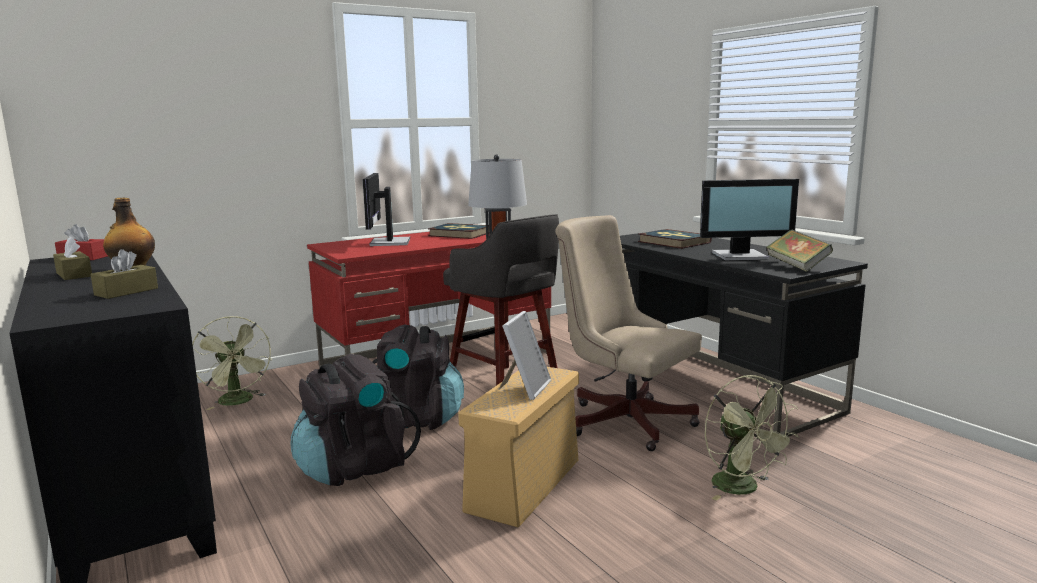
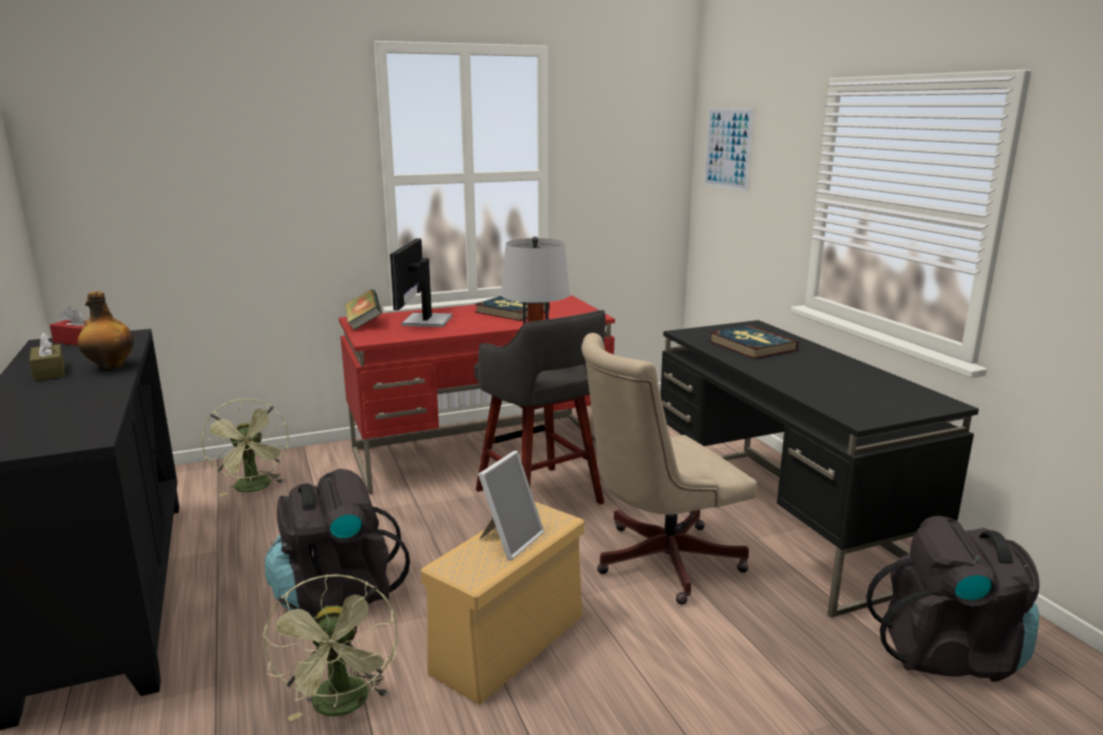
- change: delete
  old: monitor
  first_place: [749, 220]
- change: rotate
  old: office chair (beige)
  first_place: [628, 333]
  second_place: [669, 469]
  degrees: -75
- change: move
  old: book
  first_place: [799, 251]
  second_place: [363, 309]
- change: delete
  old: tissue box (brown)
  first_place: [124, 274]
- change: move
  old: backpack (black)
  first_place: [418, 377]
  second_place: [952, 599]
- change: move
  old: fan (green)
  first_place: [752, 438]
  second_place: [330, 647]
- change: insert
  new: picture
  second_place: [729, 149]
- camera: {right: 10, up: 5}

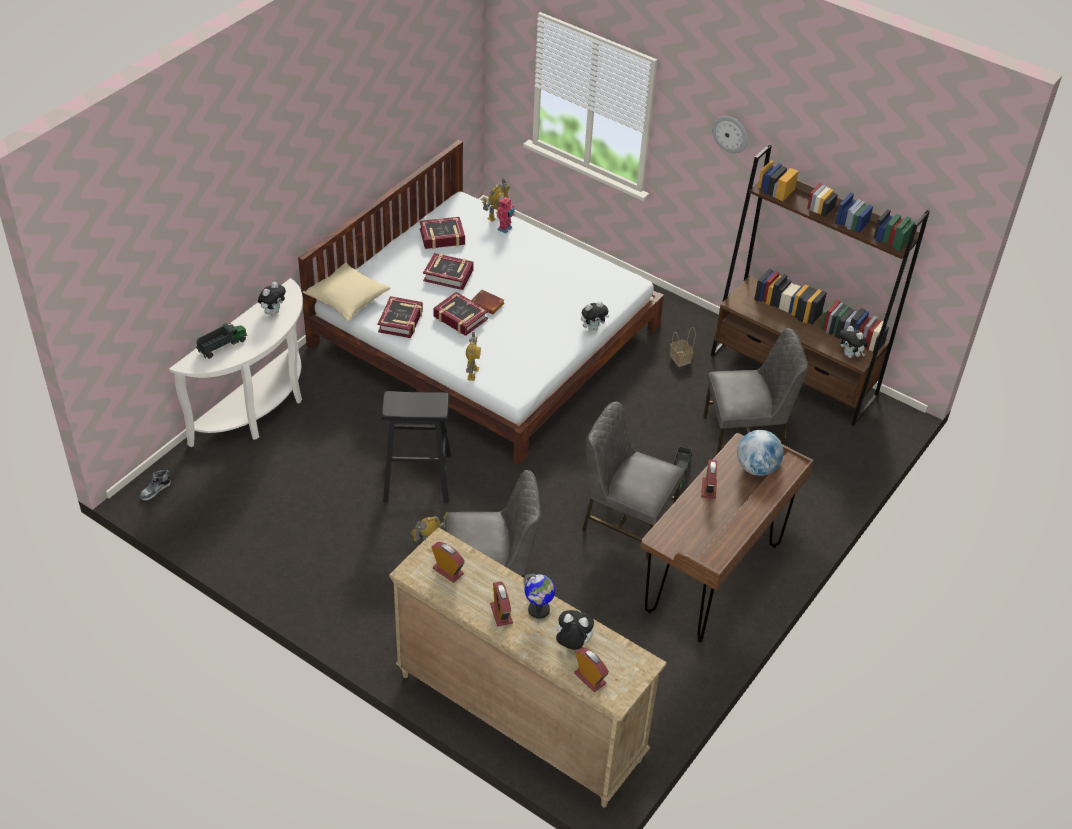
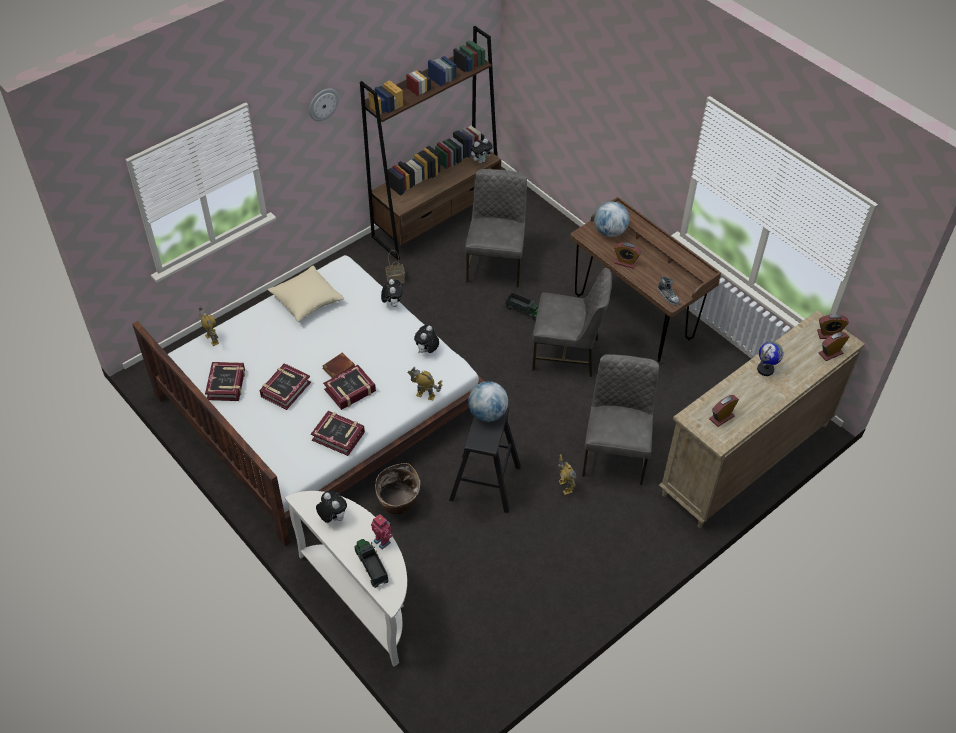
- change: move
  old: toy robot
  first_place: [506, 215]
  second_place: [382, 531]
- change: move
  old: pillow (beige)
  first_place: [346, 292]
  second_place: [306, 294]
- change: rotate
  old: chair (grey)
  first_place: [633, 481]
  second_place: [572, 322]
  degrees: -120
- change: move
  old: shoe
  first_place: [155, 485]
  second_place: [668, 291]
- change: move
  old: alarm clock
  first_place: [501, 603]
  second_place: [833, 326]
- change: move
  old: plush toy
  first_place: [573, 630]
  second_place: [426, 339]
- change: insert
  new: globe
  second_place: [488, 401]
- change: insert
  new: basket
  second_place: [397, 489]
- camera: {right: -75, up: 5}

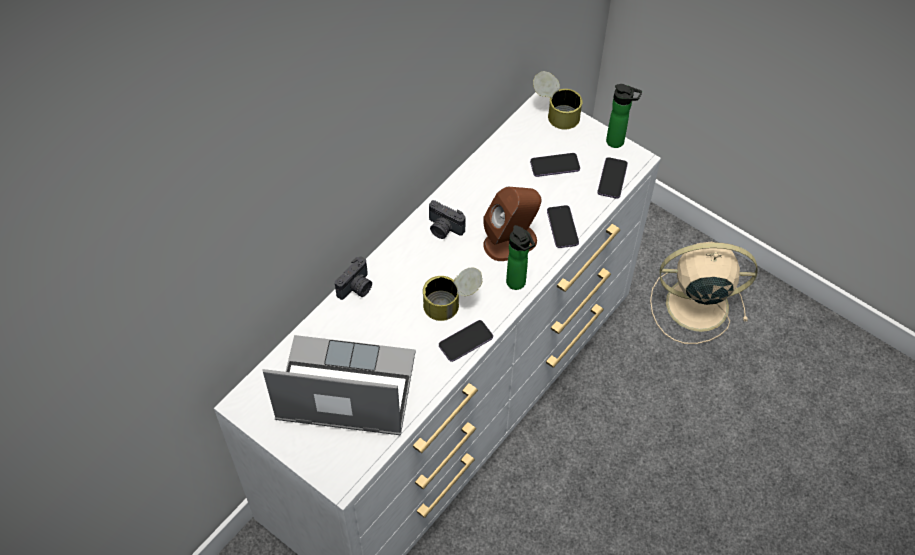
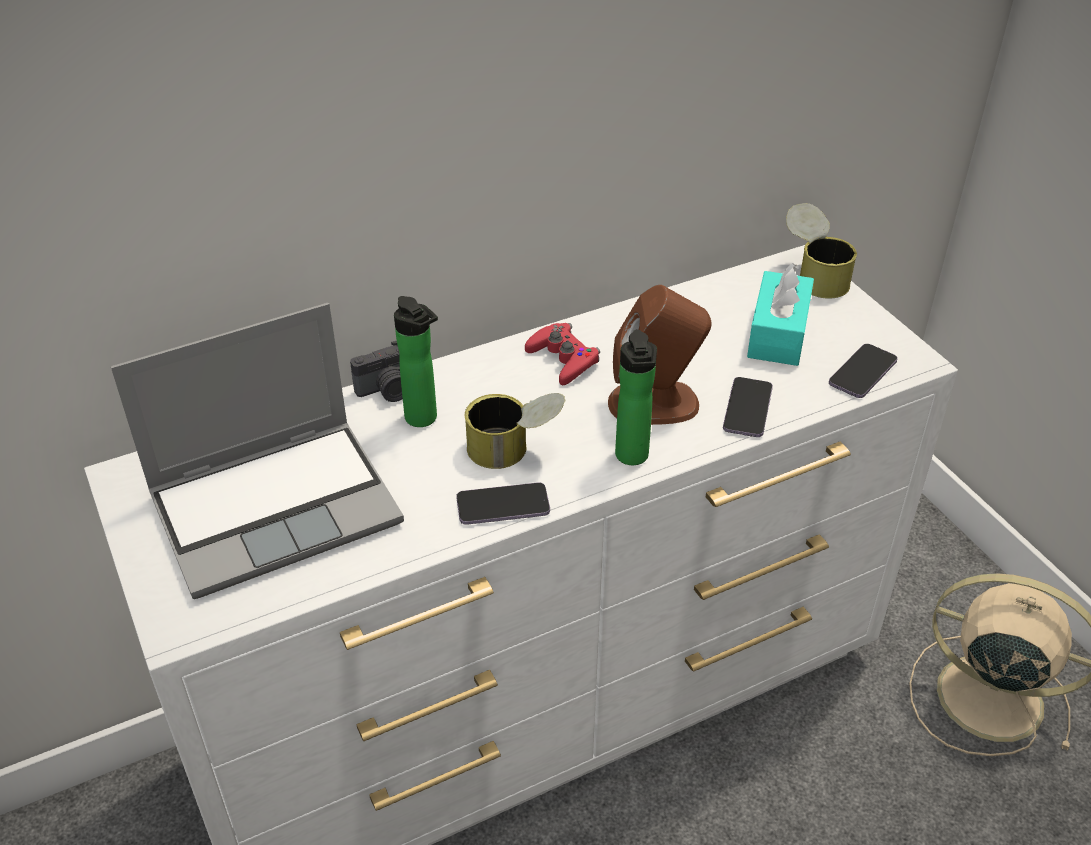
- change: move
  old: bottle
  first_place: [624, 116]
  second_place: [416, 361]
- change: replace
  old: phone
  new: tissue box (turquoise)
  first_place: [555, 165]
  second_place: [780, 314]
- change: replace
  old: photo camera
  new: game controller (red)
  first_place: [447, 219]
  second_place: [562, 354]
- change: rotate
  old: laptop
  first_place: [338, 385]
  second_place: [257, 451]
  degrees: 120
- camera: {right: 25, up: -15}

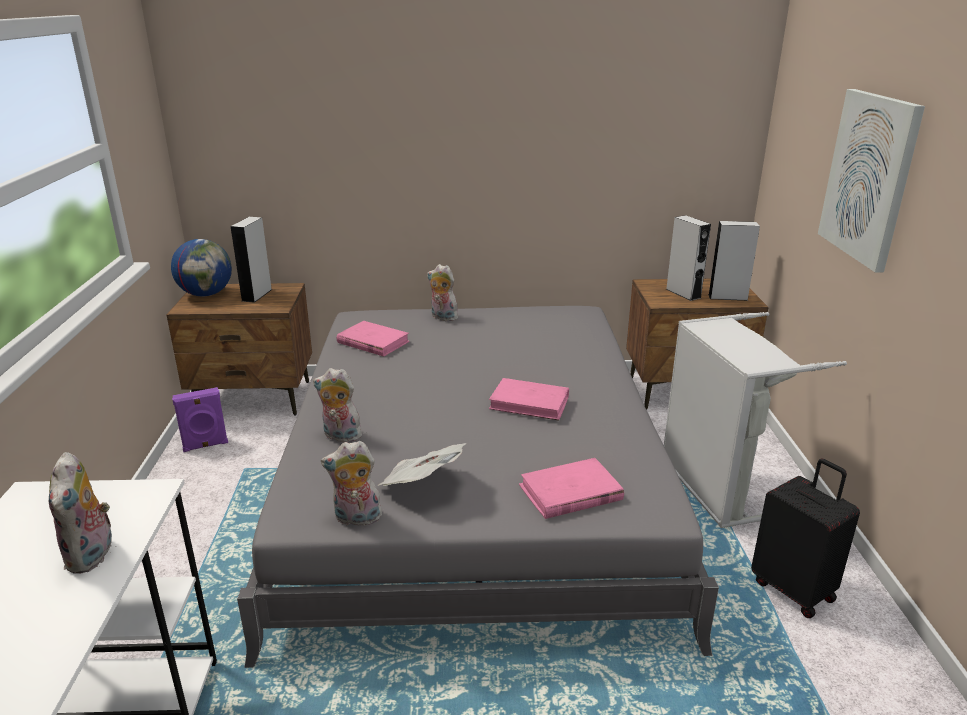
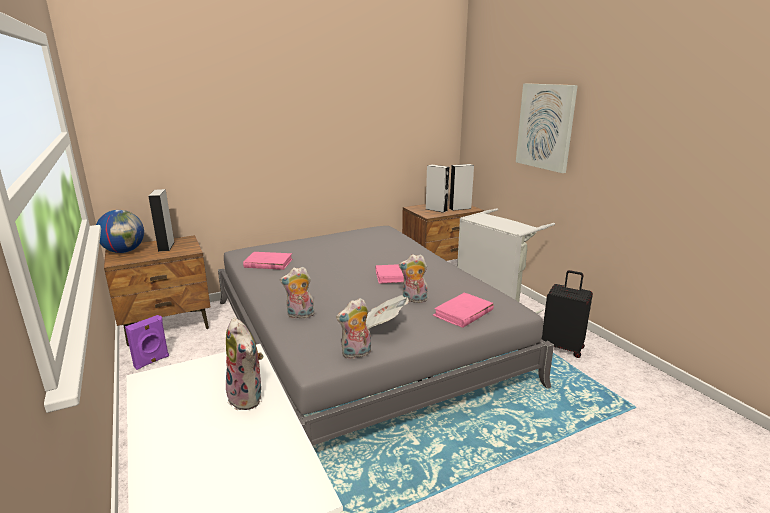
- change: move
  old: plush toy
  first_place: [442, 292]
  second_place: [413, 278]
- camera: {right: -25, up: -5}

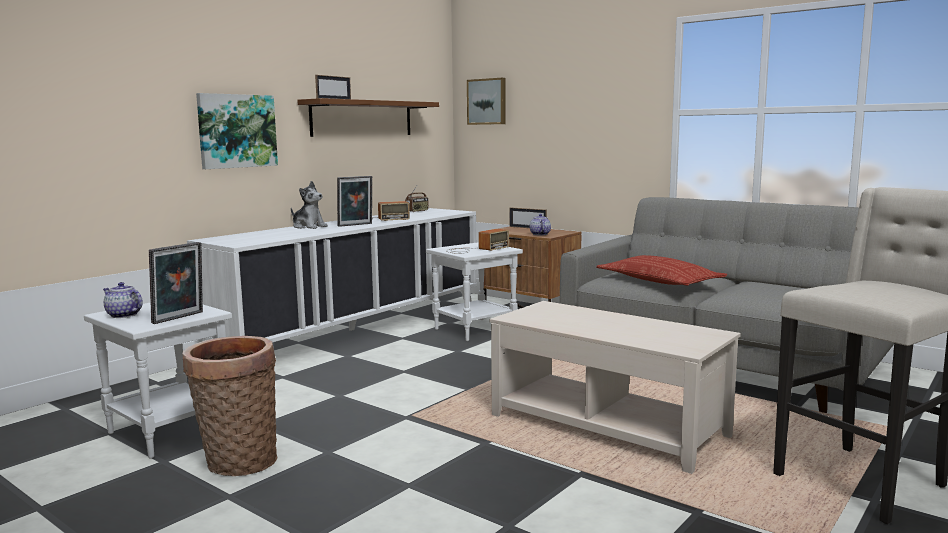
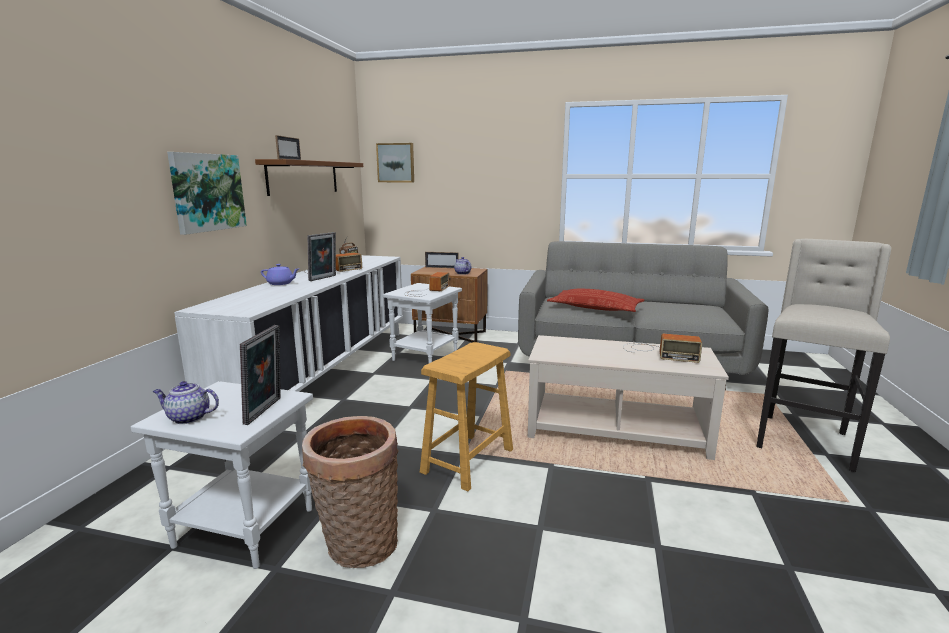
- change: replace
  old: plush toy
  new: teapot (purple)
  first_place: [309, 205]
  second_place: [279, 274]
- change: insert
  new: radio
  second_place: [662, 348]
- change: insert
  new: stool (brown)
  second_place: [466, 416]
- camera: {right: -25, up: 5}

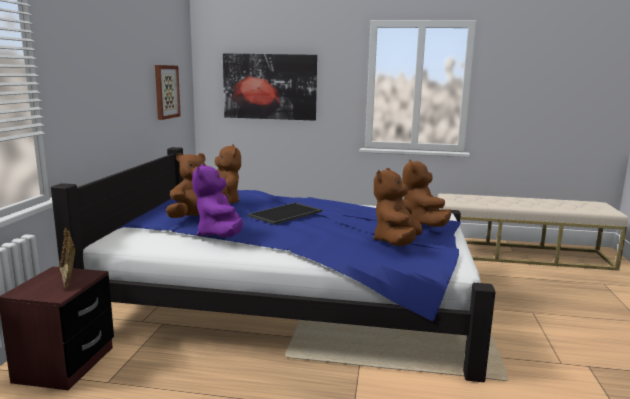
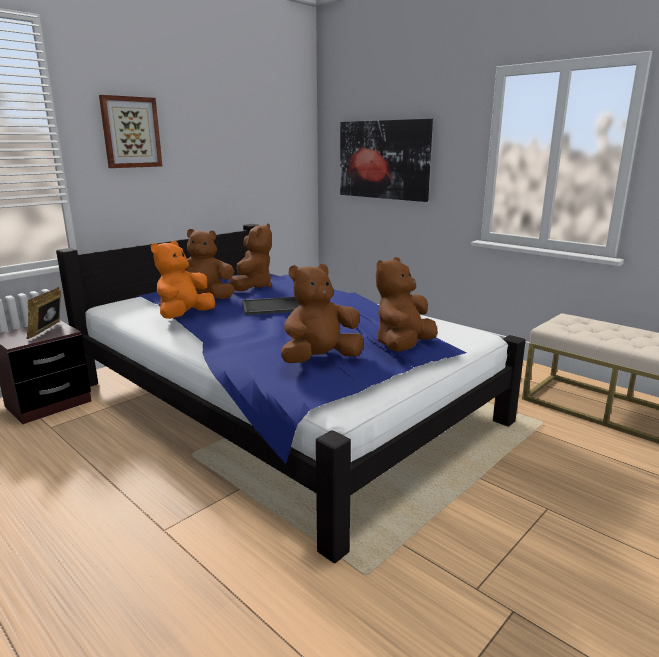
- change: move
  old: picture
  first_place: [168, 92]
  second_place: [130, 131]
- change: recolor
  old: plush toy (purple)
  new: plush toy (orange)
  first_place: [217, 200]
  second_place: [183, 280]
- camera: {right: 35, up: 5}

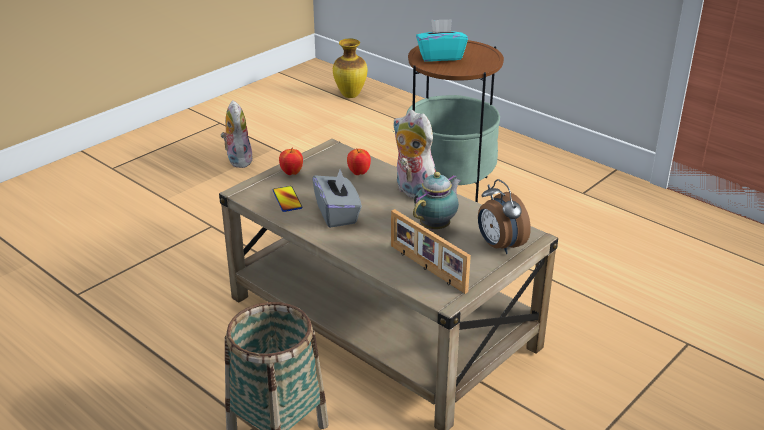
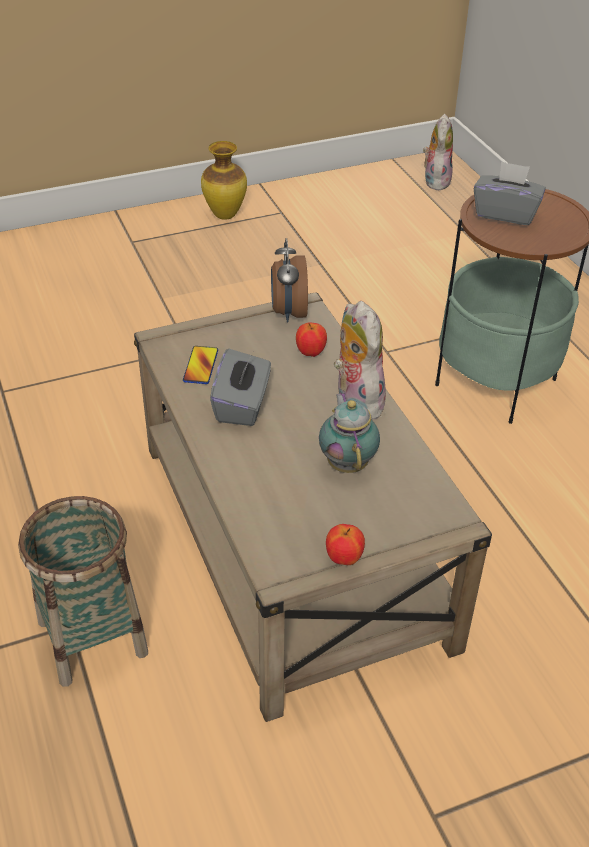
- change: recolor
  old: tissue box (turquoise)
  new: tissue box (grey)
  first_place: [442, 40]
  second_place: [509, 193]
- change: move
  old: vase
  first_place: [350, 68]
  second_place: [224, 180]
- change: move
  old: plush toy
  first_place: [237, 134]
  second_place: [438, 152]
- change: move
  old: apple
  first_place: [291, 161]
  second_place: [345, 544]
- change: rotate
  old: teapot
  first_place: [437, 201]
  second_place: [349, 432]
  degrees: -75
- change: move
  old: alarm clock
  first_place: [504, 216]
  second_place: [289, 280]
- change: delete
  old: picture frame
  first_place: [431, 251]
- camera: {right: 25, up: 10}

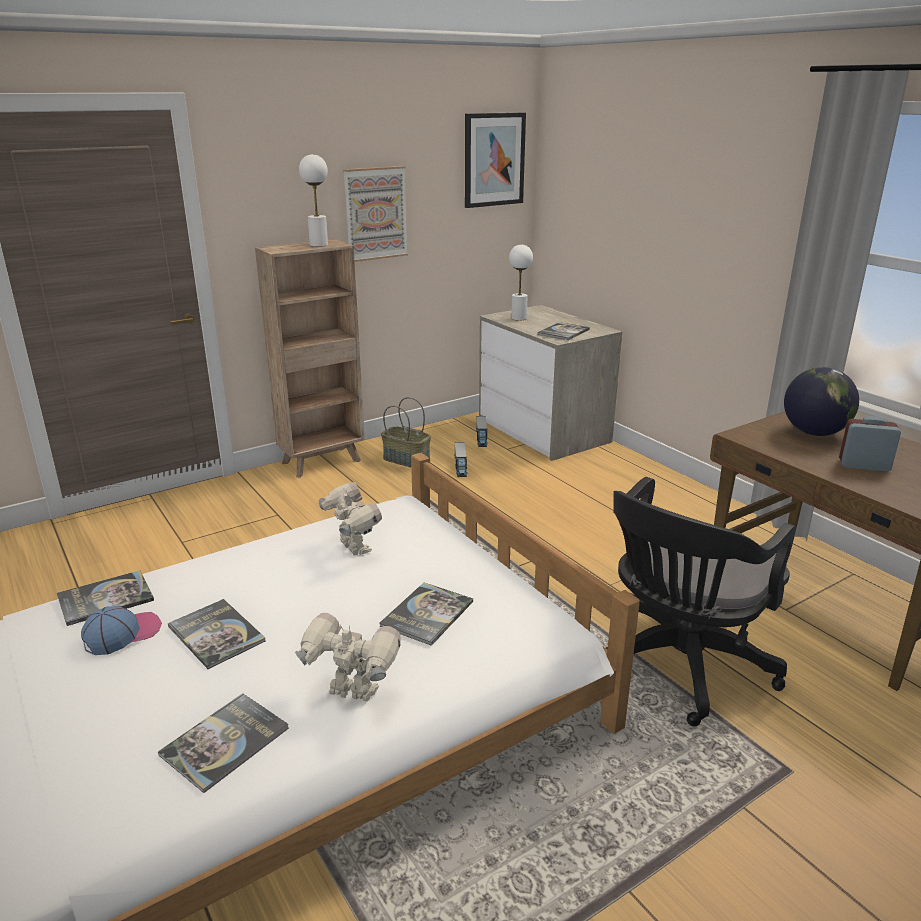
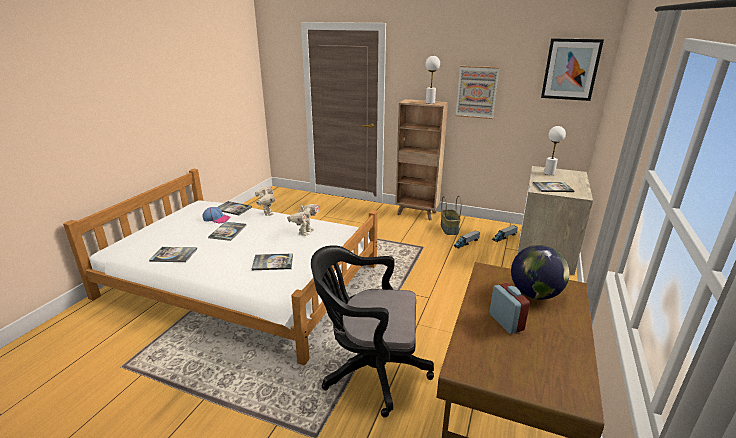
- change: move
  old: toy robot
  first_place: [348, 657]
  second_place: [265, 201]
- camera: {right: 55, up: 0}

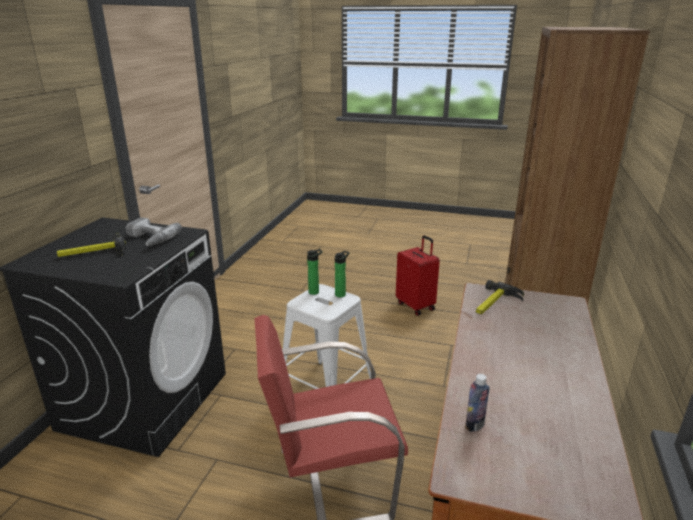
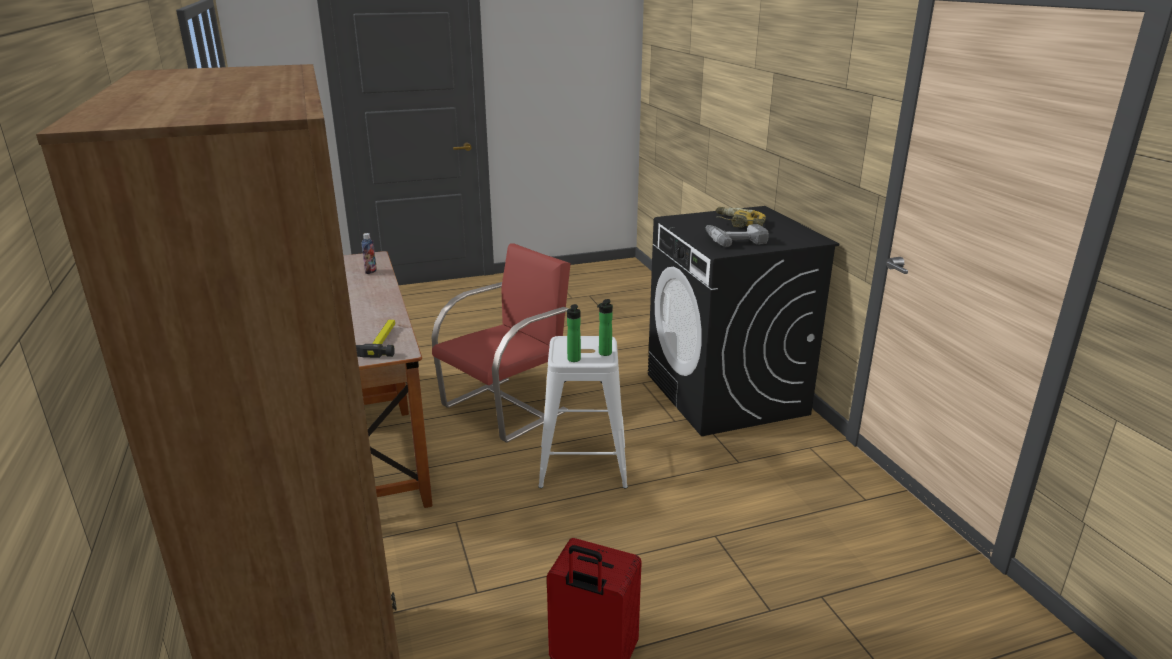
- change: replace
  old: hammer
  new: power drill
  first_place: [91, 245]
  second_place: [741, 217]
- camera: {right: 145, up: 0}

